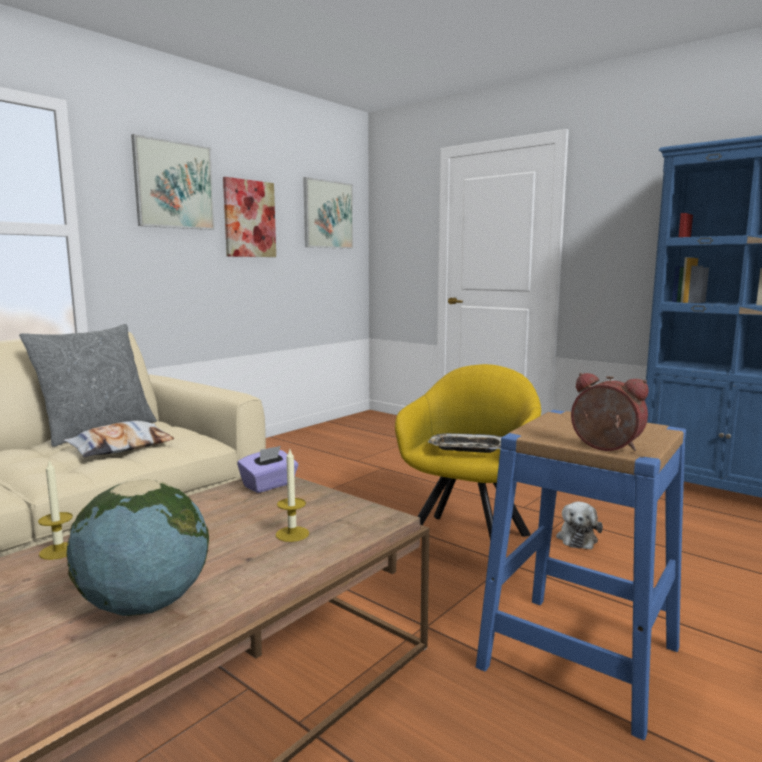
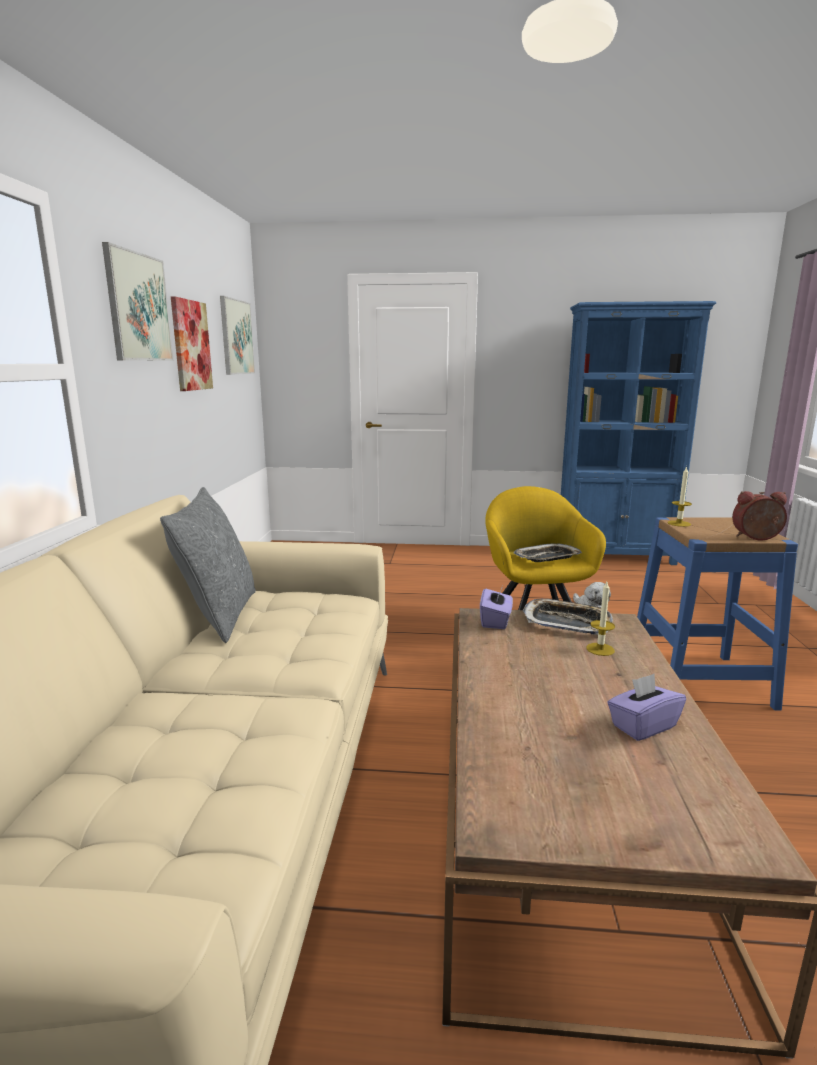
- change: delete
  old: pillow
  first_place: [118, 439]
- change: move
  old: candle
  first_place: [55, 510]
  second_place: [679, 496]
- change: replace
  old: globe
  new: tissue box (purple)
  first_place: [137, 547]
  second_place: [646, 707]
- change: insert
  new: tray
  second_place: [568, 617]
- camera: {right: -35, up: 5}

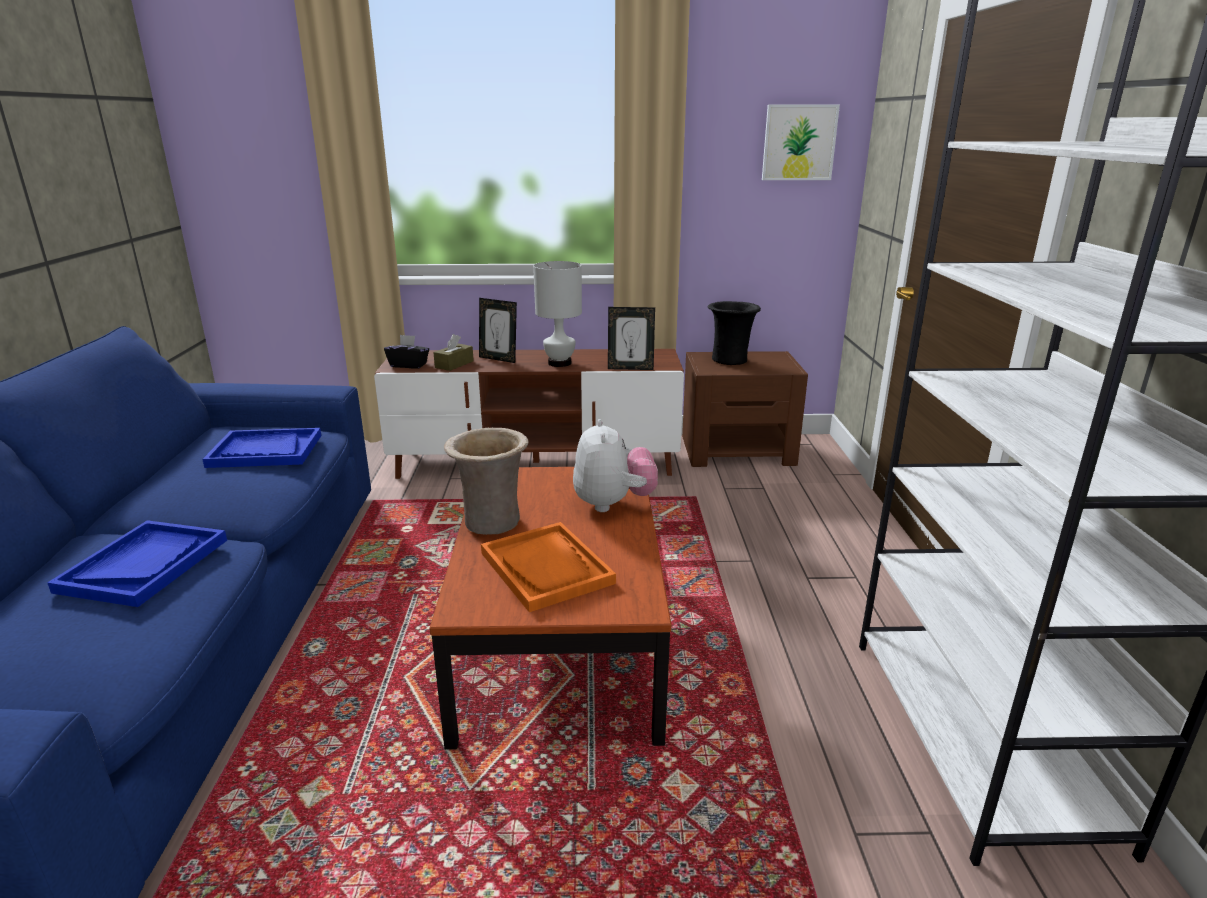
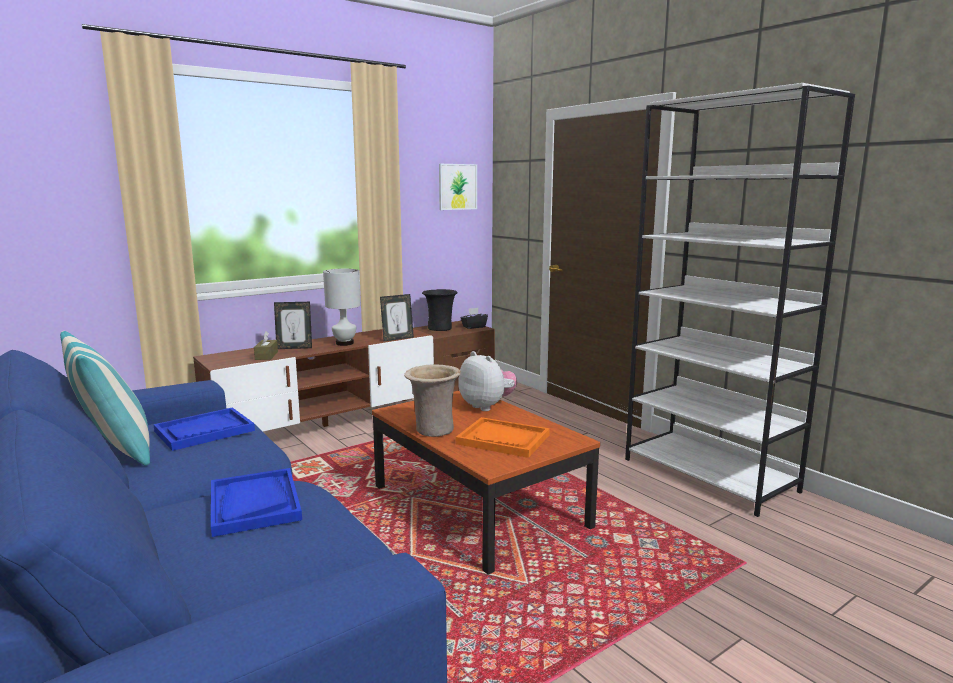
- change: move
  old: tissue box (black)
  first_place: [406, 352]
  second_place: [474, 318]
- change: insert
  new: pillow
  second_place: [105, 398]
- camera: {right: -35, up: -10}

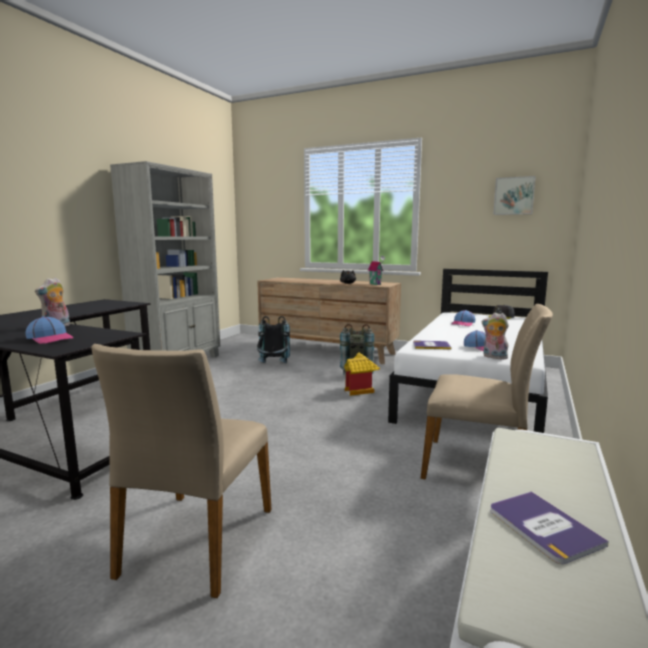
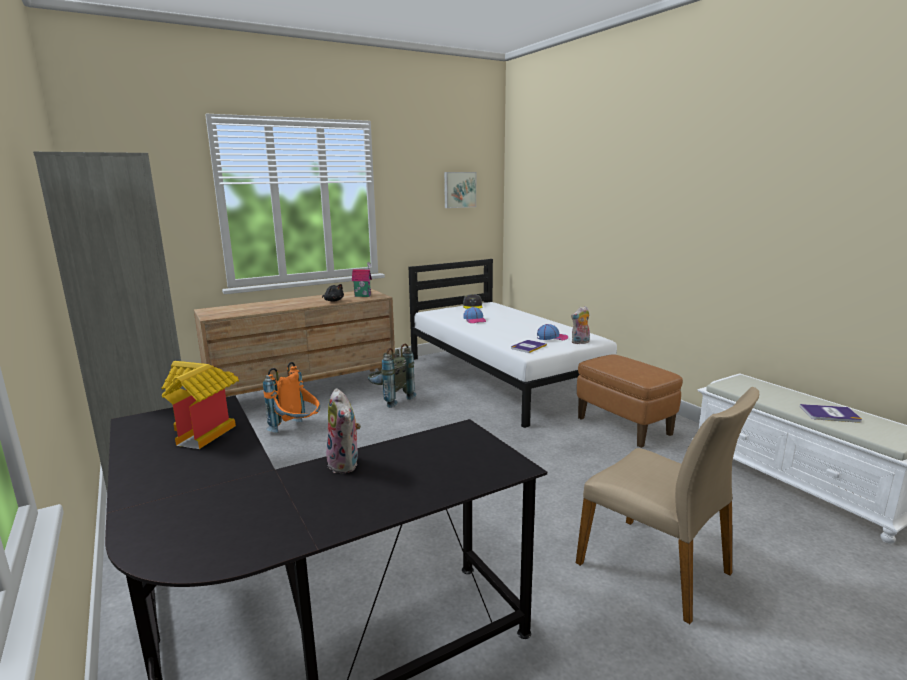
- change: replace
  old: chair (beige)
  new: ottoman (brown)
  first_place: [487, 392]
  second_place: [630, 401]
- change: delete
  old: cap
  first_place: [49, 330]
- change: recolor
  old: backpack (black)
  new: backpack (orange)
  first_place: [273, 339]
  second_place: [291, 397]
- change: move
  old: toy house
  first_place: [362, 374]
  second_place: [200, 405]
- camera: {right: -55, up: 5}

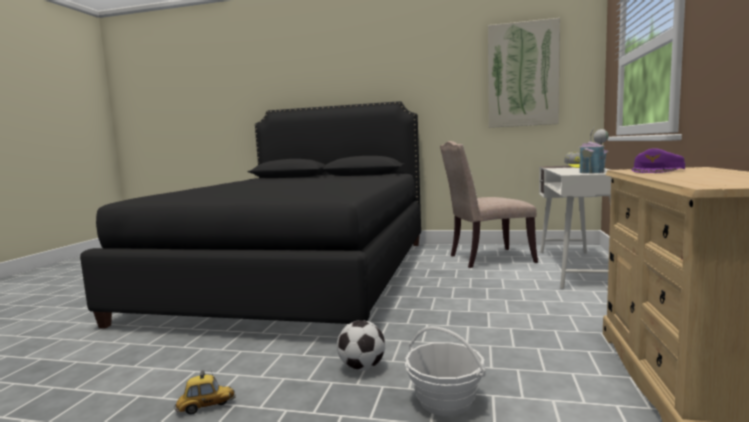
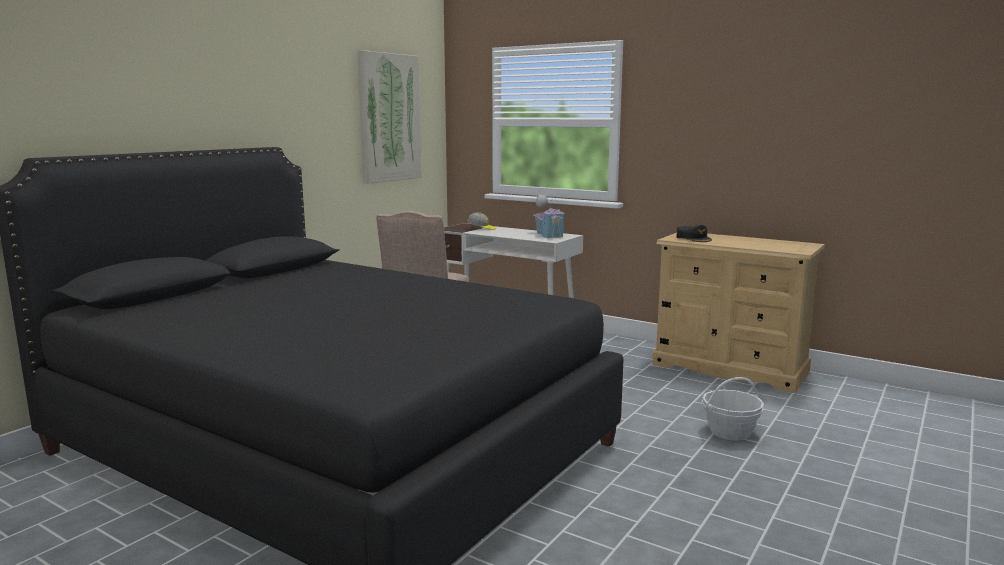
- change: recolor
  old: cap (purple)
  new: cap (black)
  first_place: [658, 160]
  second_place: [694, 233]
- change: delete
  old: football
  first_place: [361, 345]
- change: delete
  old: toy car
  first_place: [204, 392]
- camera: {right: -70, up: 5}

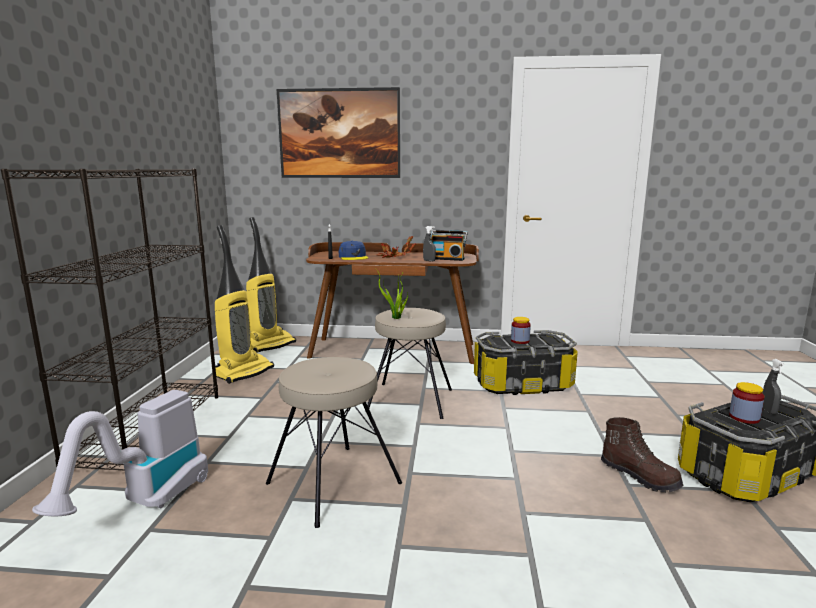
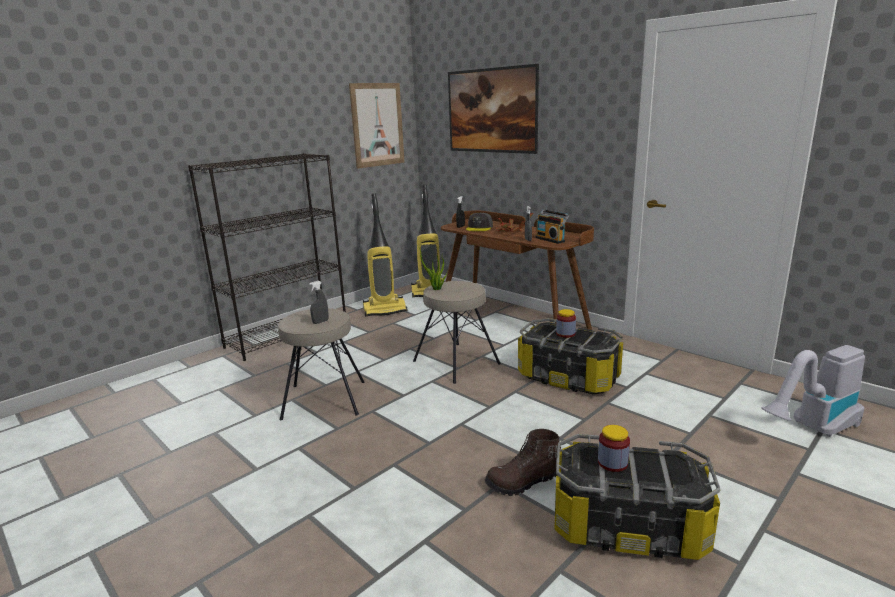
- change: recolor
  old: cap (blue)
  new: cap (grey)
  first_place: [353, 250]
  second_place: [479, 222]
- change: move
  old: spray bottle (grey)
  first_place: [773, 386]
  second_place: [319, 302]
- change: move
  old: vacuum cleaner
  first_place: [120, 453]
  second_place: [813, 391]
- change: rotate
  old: boot (brown)
  first_place: [642, 455]
  second_place: [523, 462]
  degrees: 75
- change: insert
  new: picture
  second_place: [377, 126]
- camera: {right: 40, up: 5}

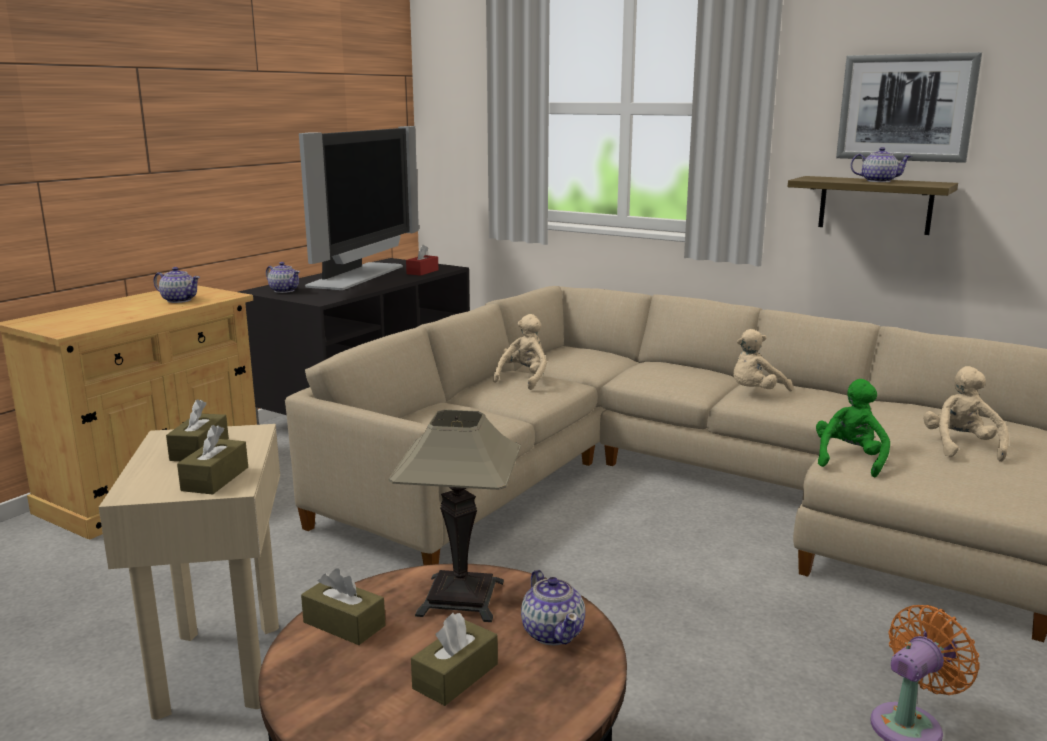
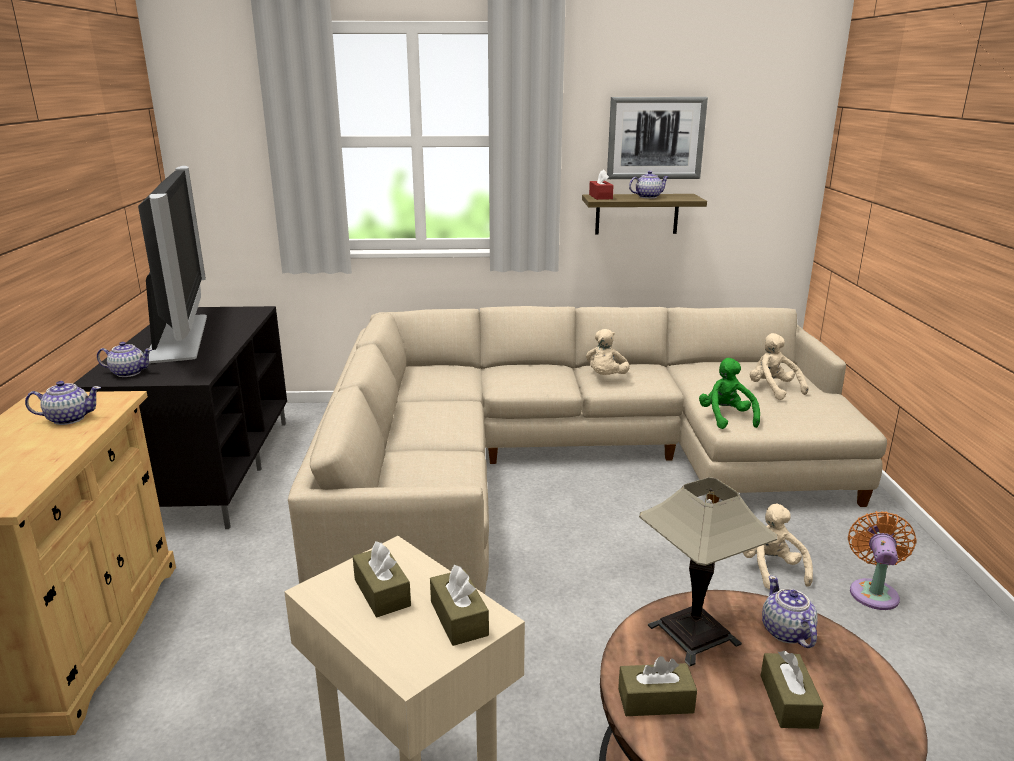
- change: move
  old: tissue box (red)
  first_place: [422, 260]
  second_place: [601, 184]
- change: move
  old: plush toy (beige)
  first_place: [520, 352]
  second_place: [778, 546]
- change: rotate
  old: teapot
  first_place: [553, 607]
  second_place: [790, 612]
  degrees: -135
- camera: {right: -35, up: 5}

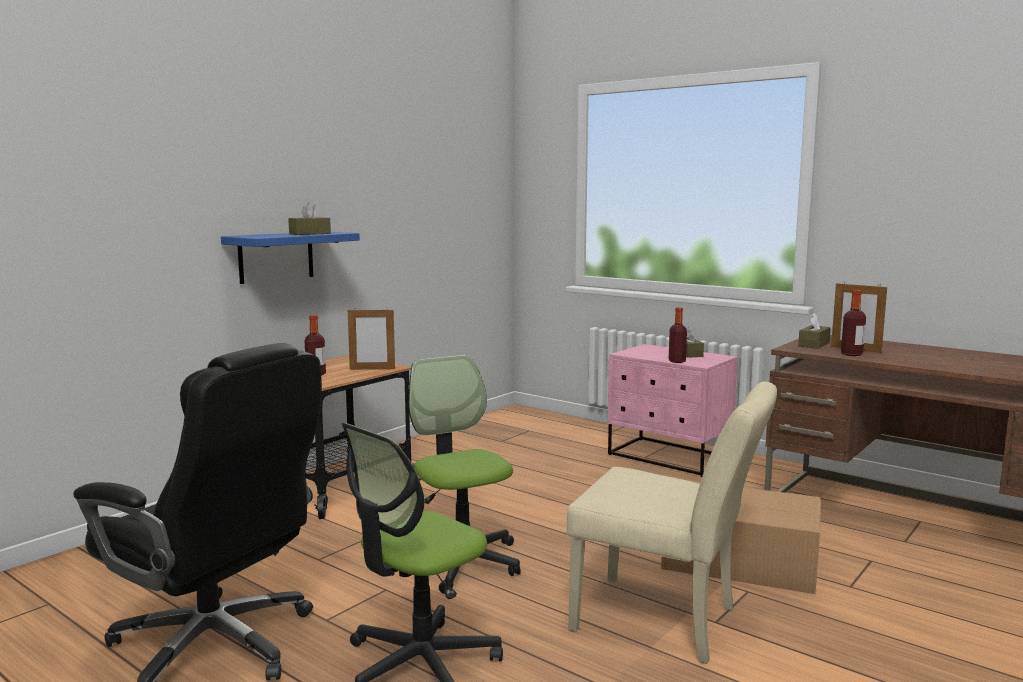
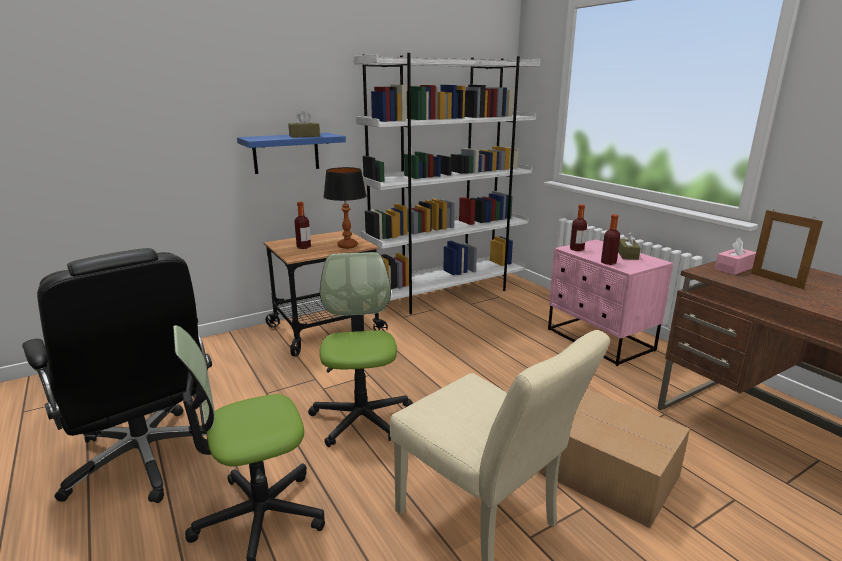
- change: move
  old: bottle
  first_place: [853, 323]
  second_place: [578, 227]
- change: replace
  old: picture frame
  new: table lamp
  first_place: [371, 339]
  second_place: [345, 208]
- change: recolor
  old: tissue box (brown)
  new: tissue box (pink)
  first_place: [814, 331]
  second_place: [735, 256]
- change: insert
  new: bookcase (white)
  second_place: [447, 183]
- camera: {right: 20, up: 10}

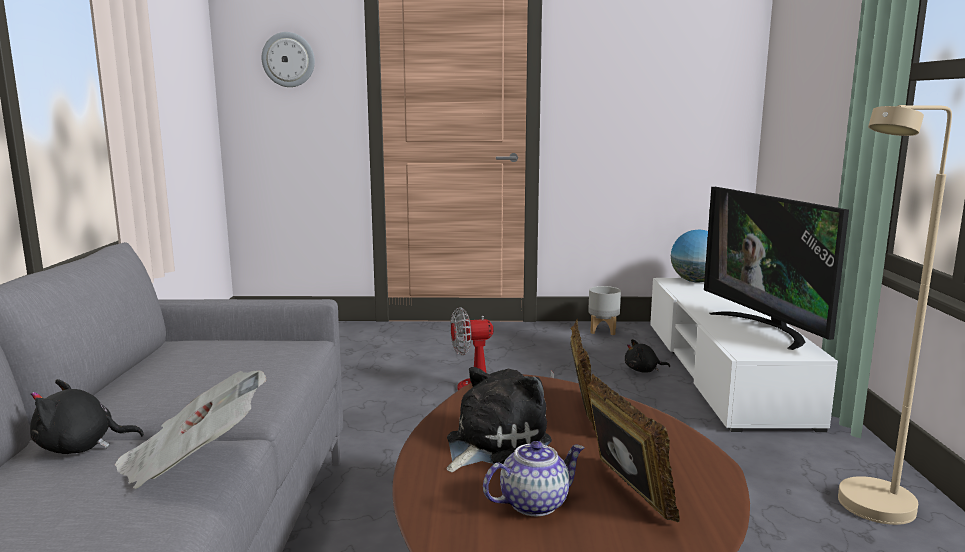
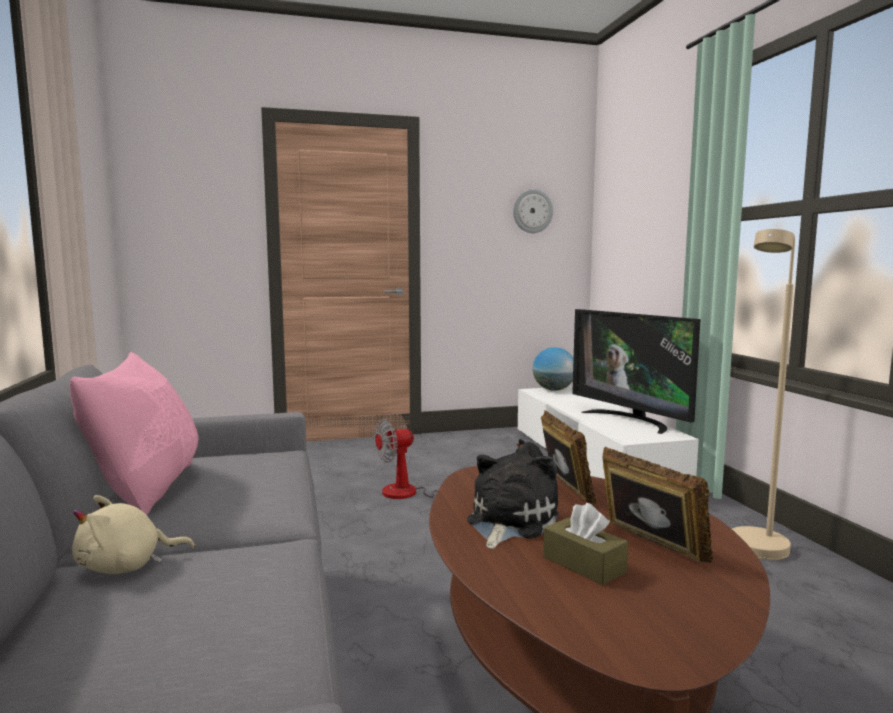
- change: move
  old: wall clock
  first_place: [288, 59]
  second_place: [533, 211]
- change: delete
  old: planter (grey)
  first_place: [604, 310]
- change: delete
  old: newspaper
  first_place: [190, 429]
- change: recolor
  old: plush toy (black)
  new: plush toy (beige)
  first_place: [87, 416]
  second_place: [133, 534]
- change: replace
  old: teapot
  new: tissue box (brown)
  first_place: [533, 478]
  second_place: [585, 544]
- change: insert
  new: pillow (pink)
  second_place: [134, 433]
- camera: {right: -15, up: -5}

